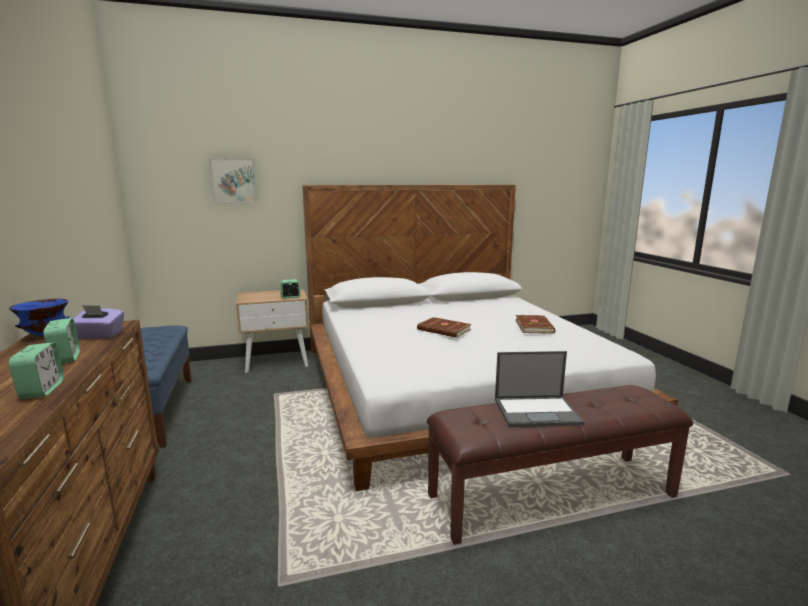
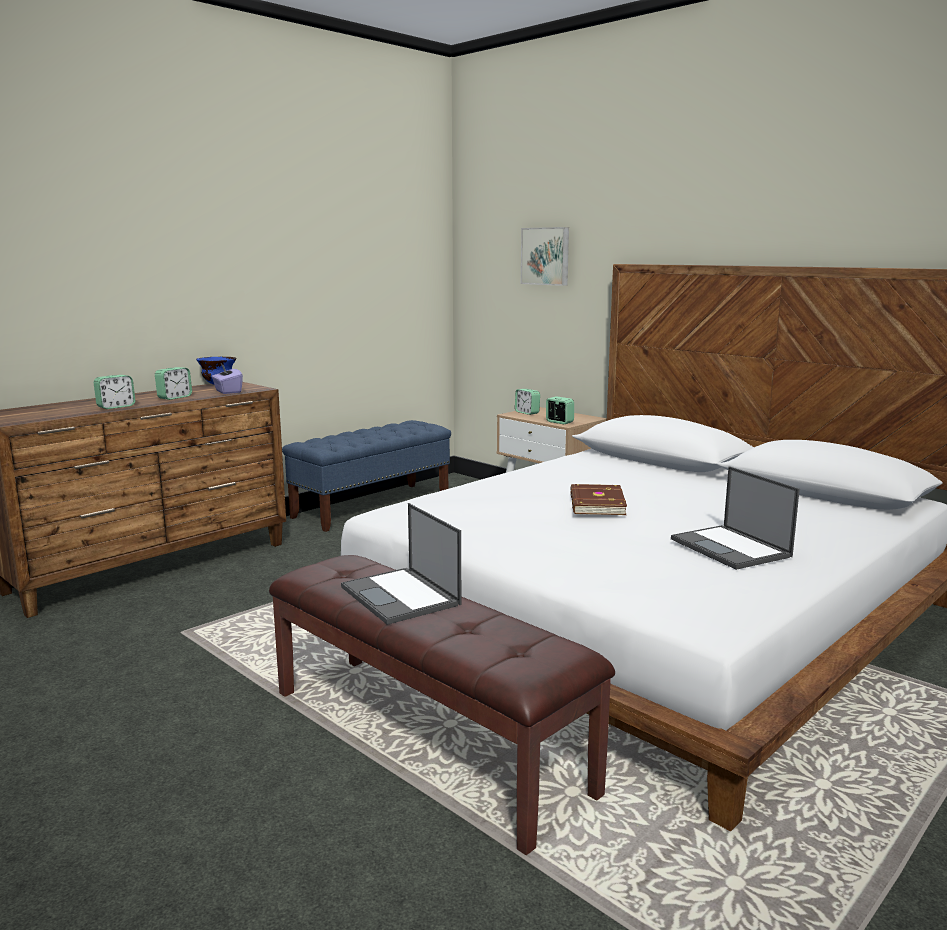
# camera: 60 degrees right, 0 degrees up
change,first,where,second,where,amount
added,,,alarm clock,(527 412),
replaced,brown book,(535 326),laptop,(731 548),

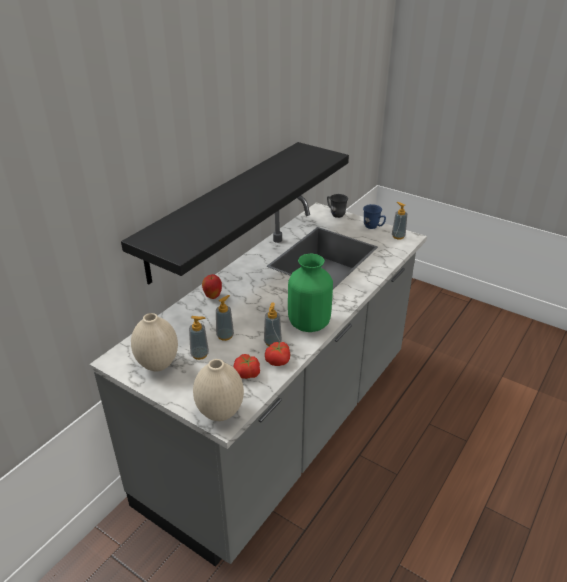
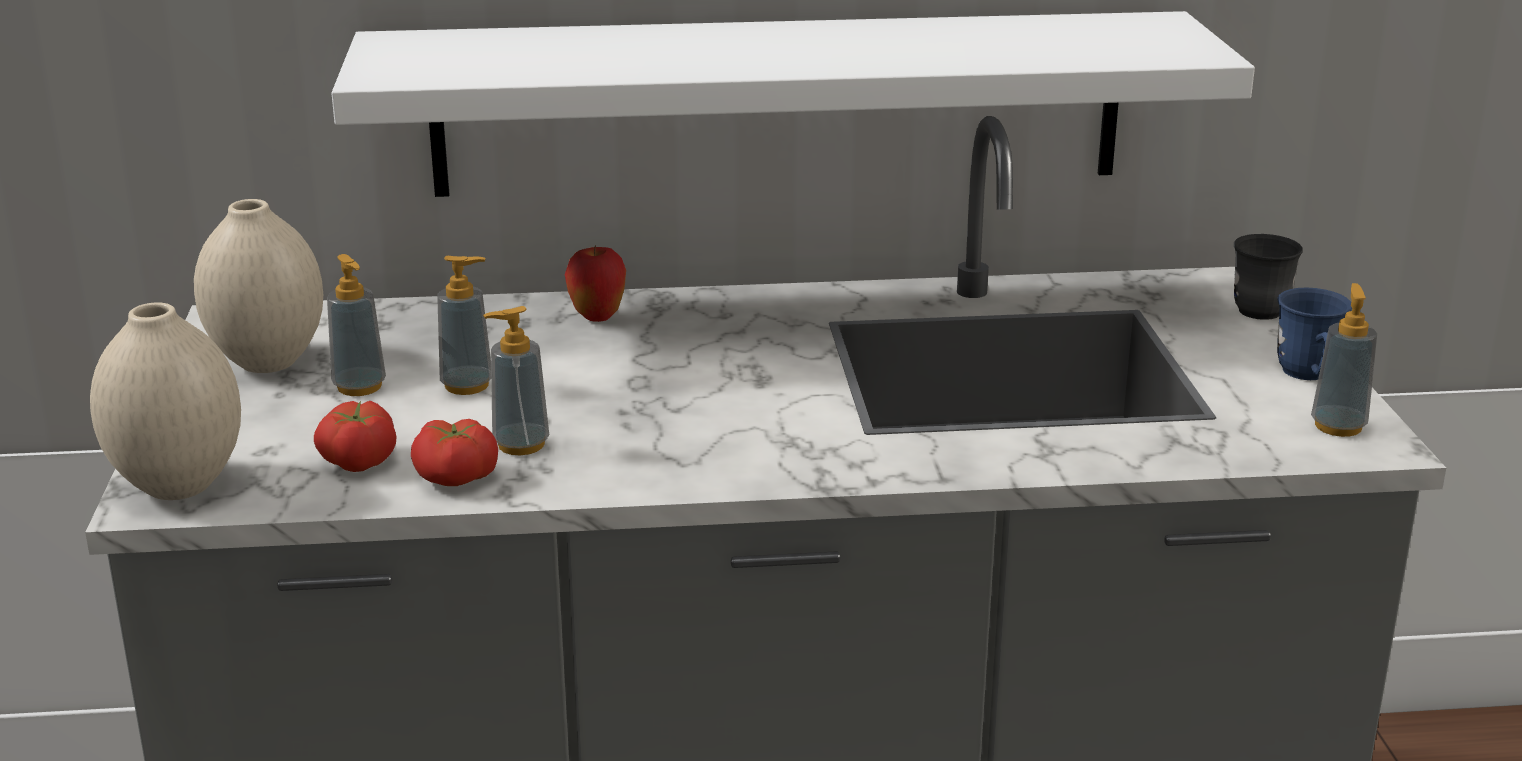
# camera: 50 degrees right, 10 degrees down
change,first,where,second,where,amount
recoloured,black shelf,(224 208),white shelf,(778 103),
removed,green vase,(310 324),,,

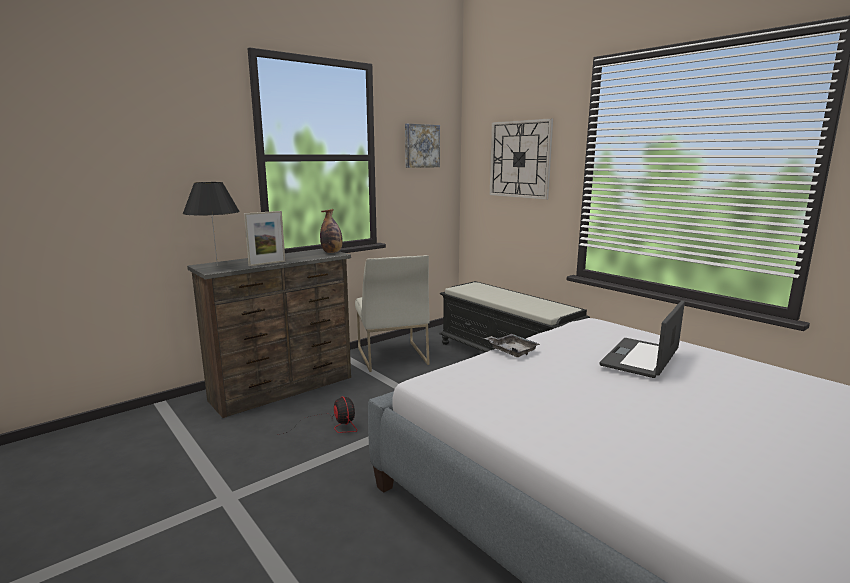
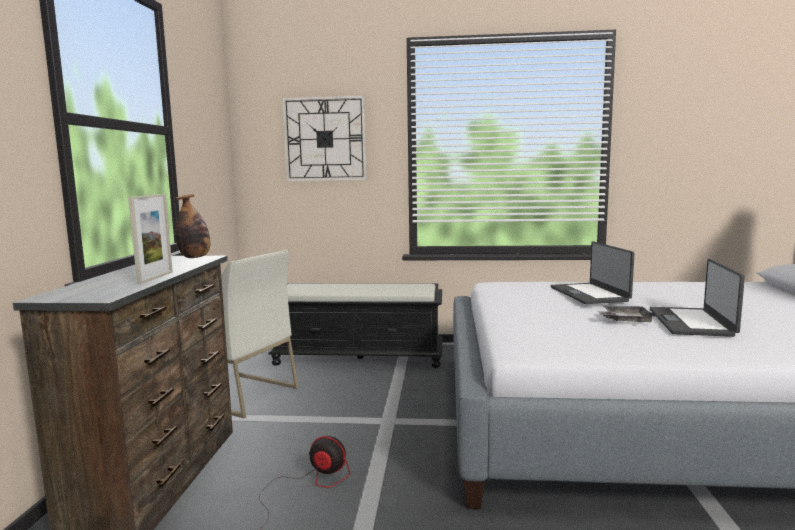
# camera: 45 degrees left, 5 degrees down
change,first,where,second,where,amount
moved,grey tray,(511 351),,(625 320),
added,,,laptop,(692 322),
removed,black table lamp,(217 266),,,
removed,picture,(421 146),,,

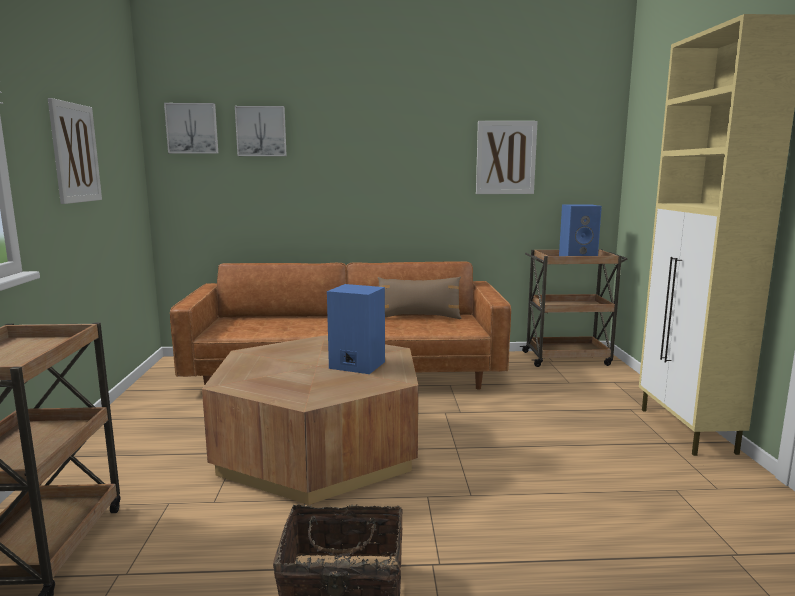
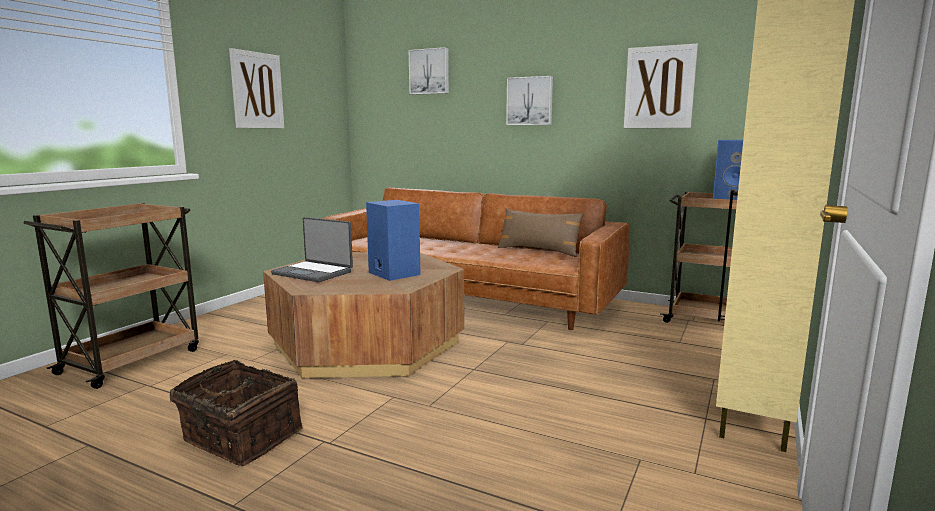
# camera: 30 degrees right, 0 degrees up
change,first,where,second,where,amount
added,,,laptop,(313 272),
moved,picture,(192 128),,(530 101),

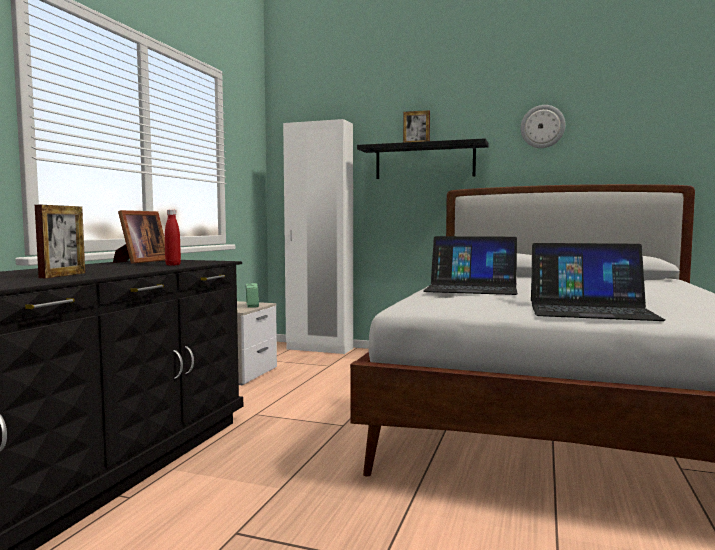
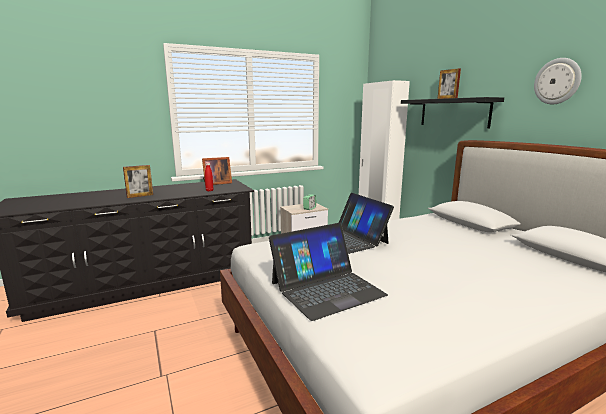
# camera: 45 degrees right, 10 degrees up
change,first,where,second,where,amount
turned,laptop,(590 310),,(326 288),90 degrees counterclockwise

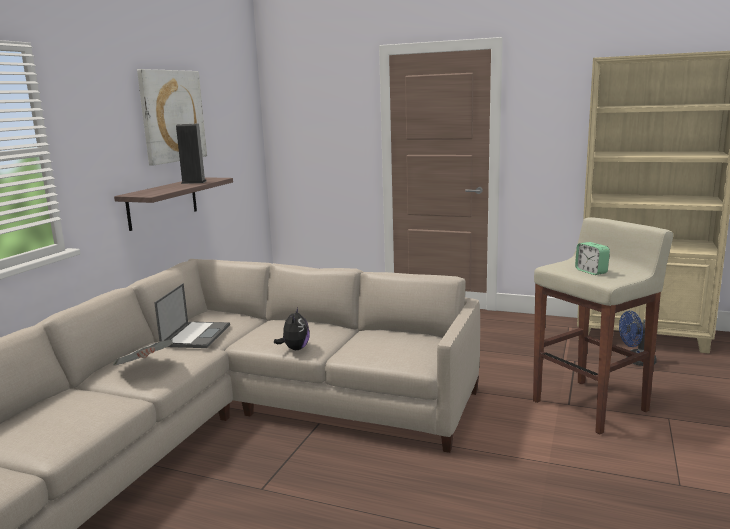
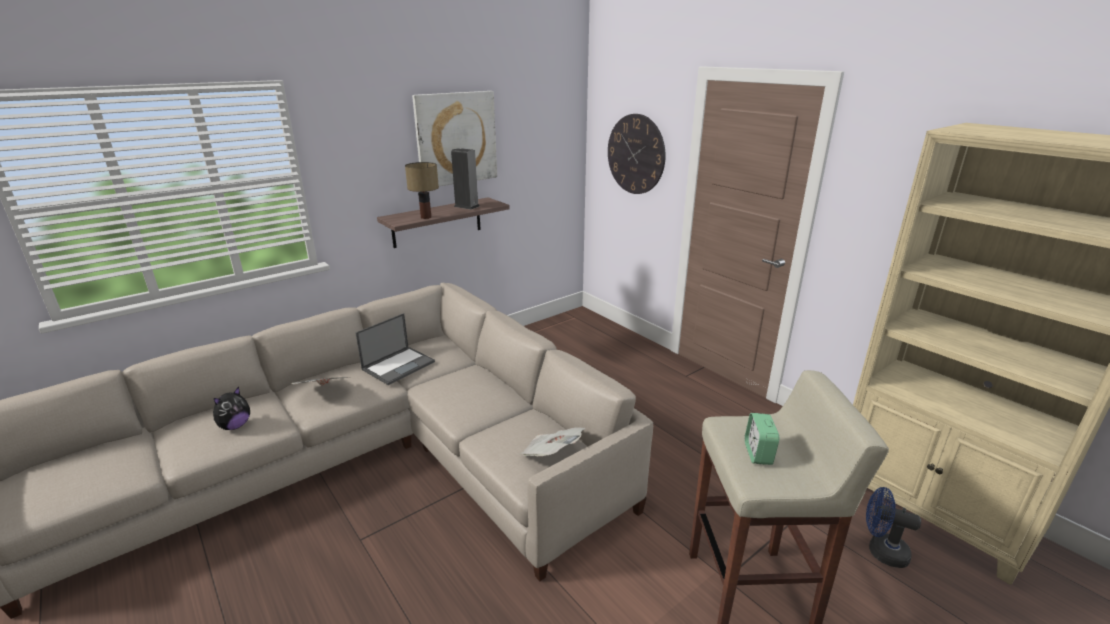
# camera: 30 degrees right, 10 degrees up
change,first,where,second,where,amount
moved,plush toy,(295 349),,(235 426),
added,,,table lamp,(426 217),
added,,,newspaper,(551 455),
added,,,wall clock,(636 154),

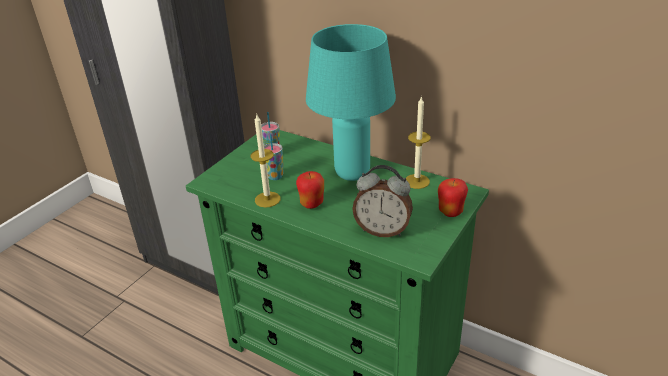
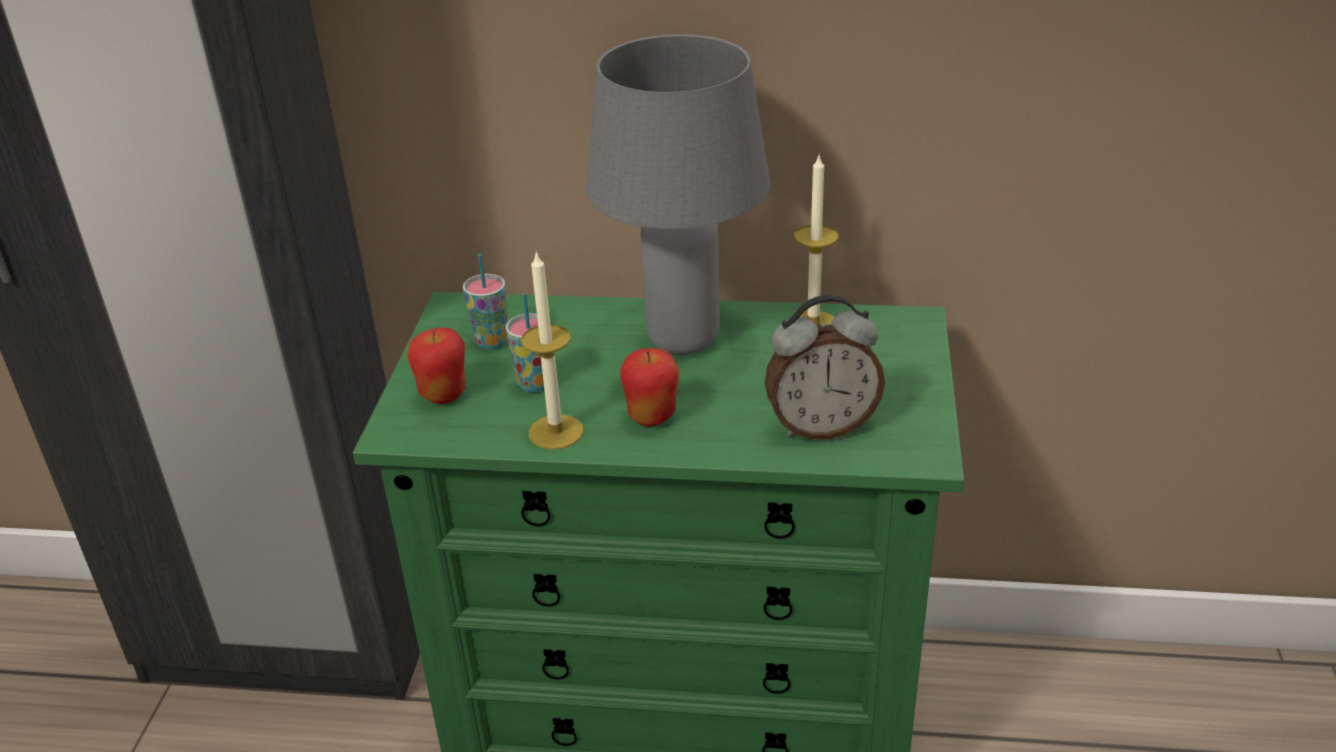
# camera: 25 degrees left, 0 degrees up
change,first,where,second,where,amount
moved,apple,(450 212),,(443 395),
recoloured,turquoise table lamp,(351 173),grey table lamp,(681 341),

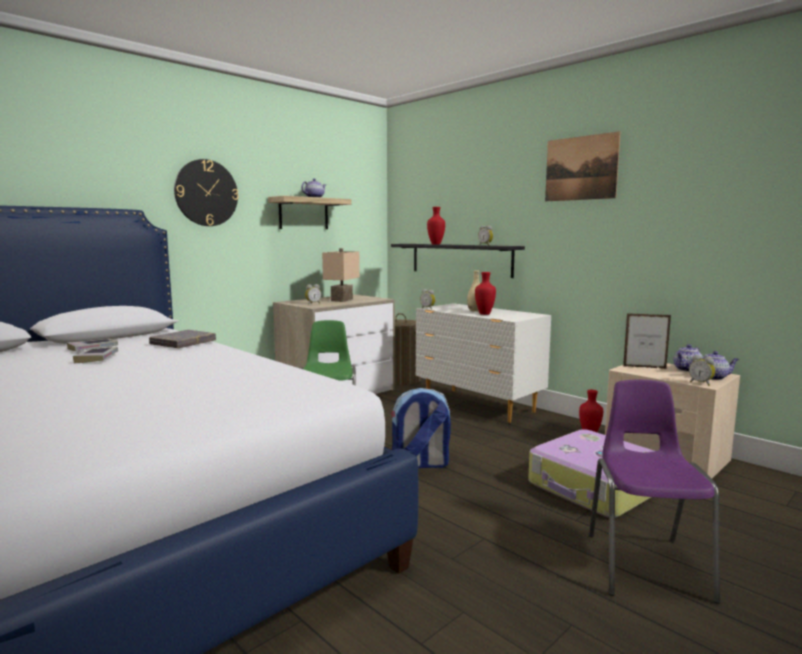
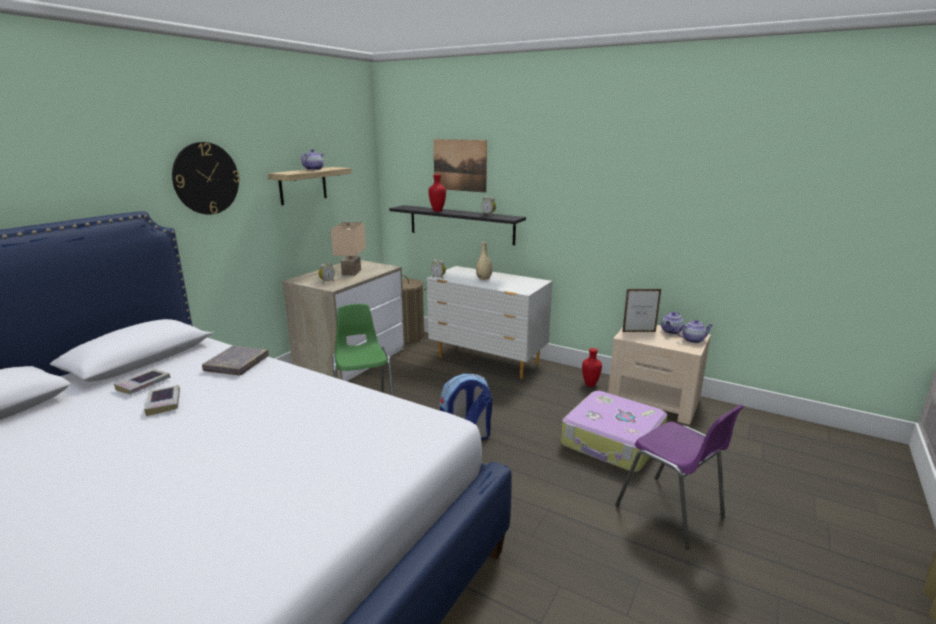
# camera: 15 degrees left, 10 degrees up
change,first,where,second,where,amount
moved,picture,(581 168),,(459 165),
turned,purple chair,(645 564),,(671 512),150 degrees clockwise
removed,red vase,(485 314),,,
removed,alarm clock,(701 383),,,

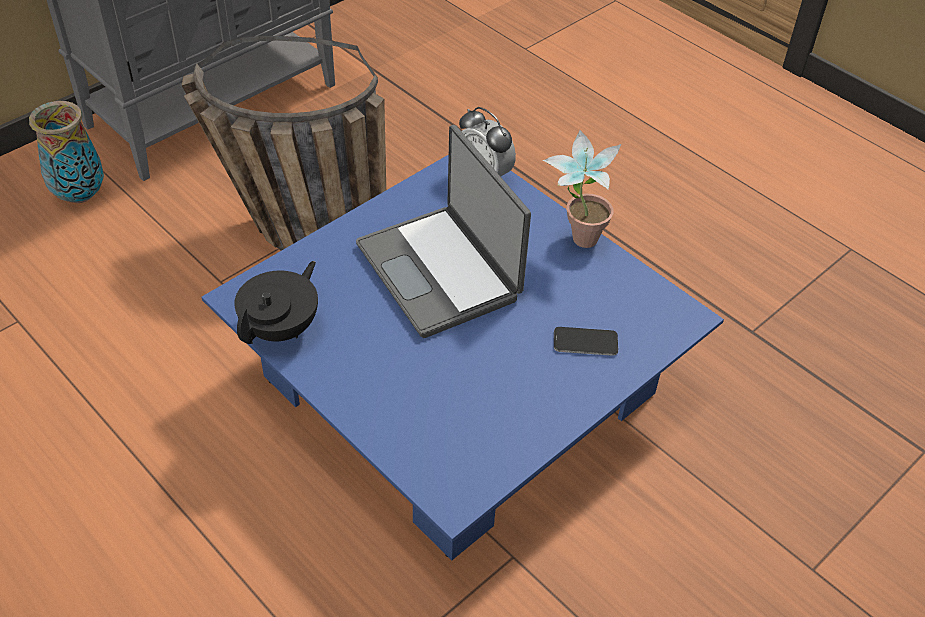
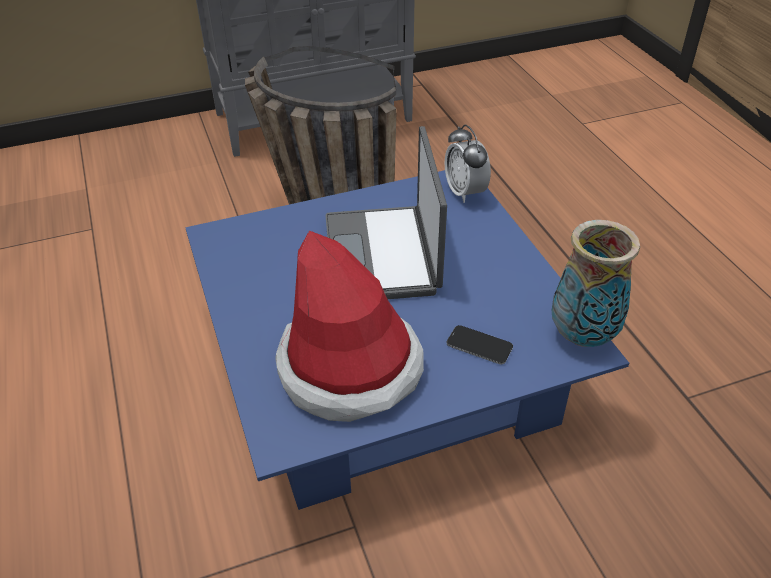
# camera: 25 degrees right, 5 degrees down
change,first,where,second,where,amount
added,,,hat,(350 367),
moved,vase,(79 196),,(582 336),
removed,black teapot,(282 328),,,
removed,potted plant,(575 240),,,

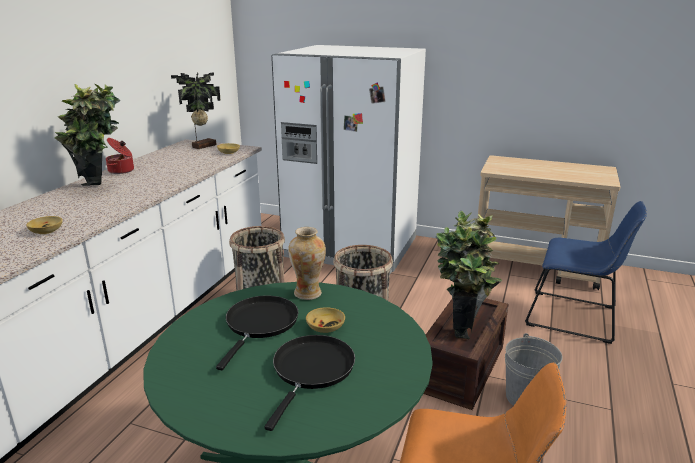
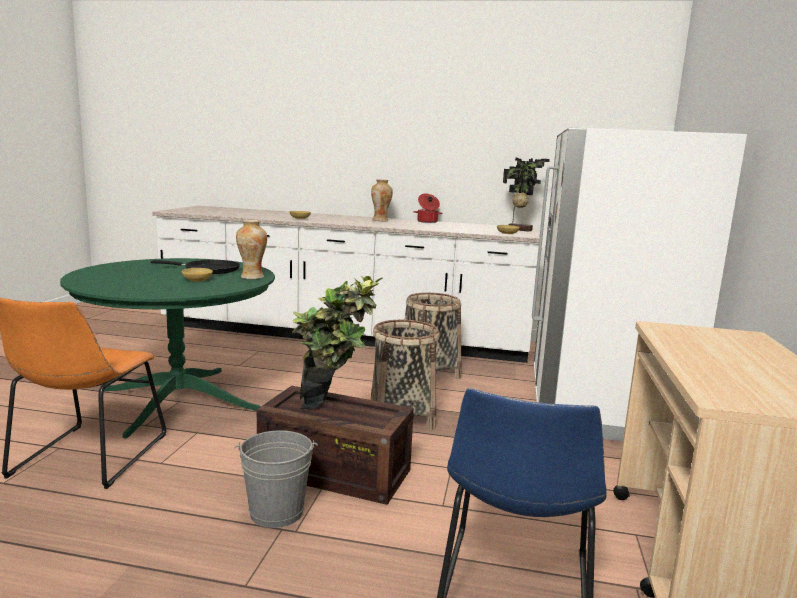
# camera: 80 degrees right, 10 degrees down
change,first,where,second,where,amount
replaced,potted plant,(100 189),vase,(380 220),
removed,black frying pan,(311 370),,,

